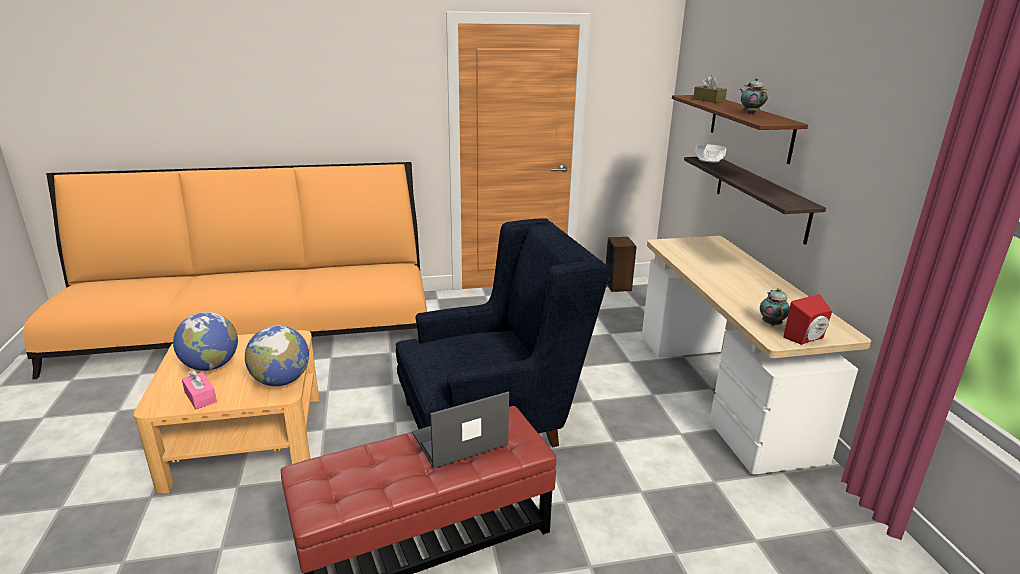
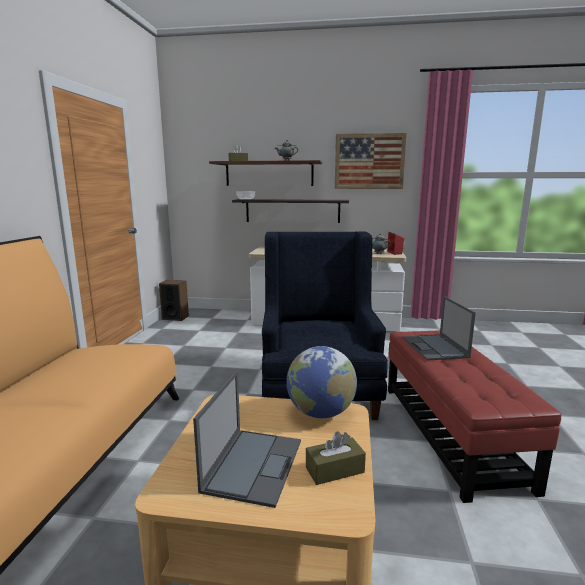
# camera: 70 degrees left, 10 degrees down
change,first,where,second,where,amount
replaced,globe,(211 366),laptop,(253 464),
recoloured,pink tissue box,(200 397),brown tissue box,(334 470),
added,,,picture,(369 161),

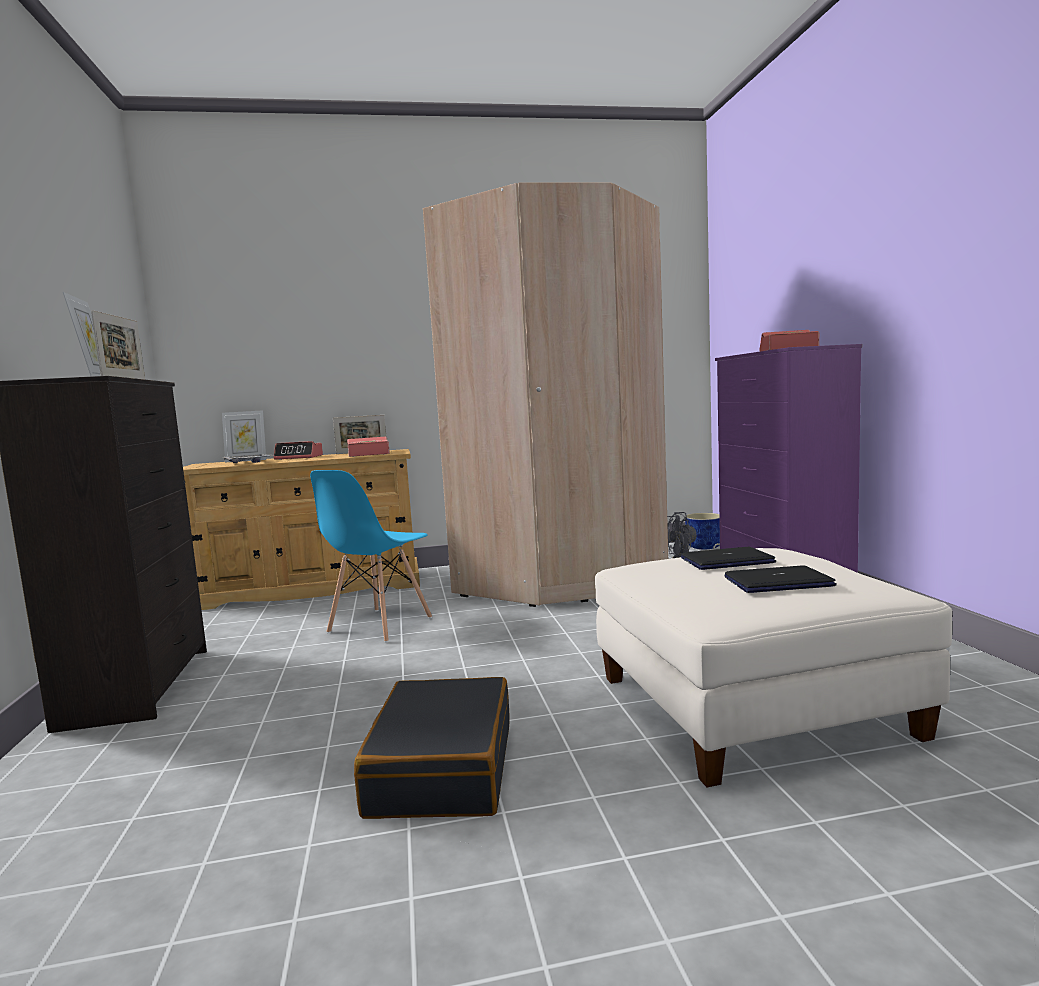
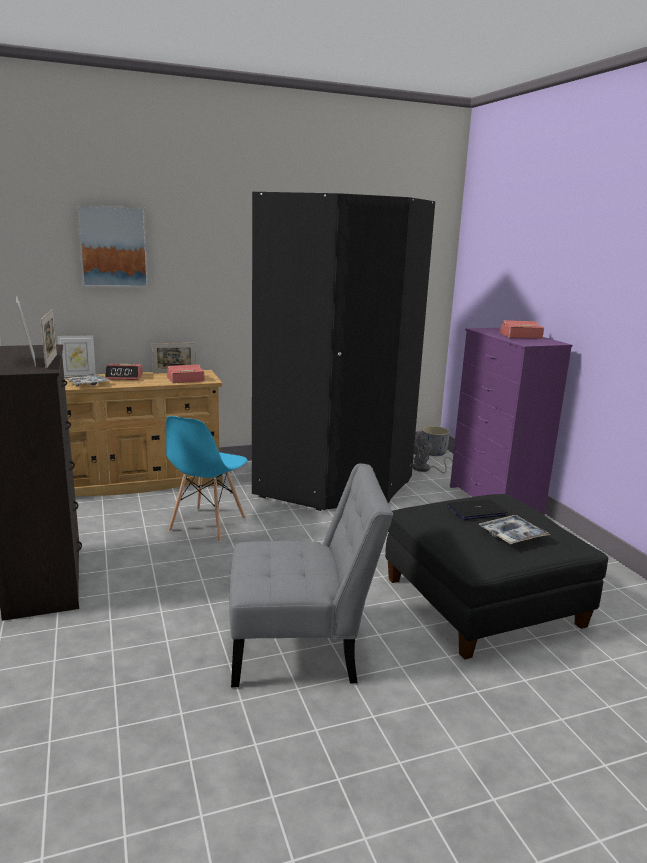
# camera: 10 degrees left, 10 degrees up
change,first,where,second,where,amount
added,,,picture,(113 247),
replaced,black suitcase,(441 768),grey chair,(302 648),
recoloured,beige wardrobe,(562 581),black wardrobe,(333 484),
recoloured,white ottoman,(751 706),black ottoman,(483 602),
recoloured,blue planter,(704 547),grey planter,(434 453),
replaced,laptop,(778 582),tray,(512 535),

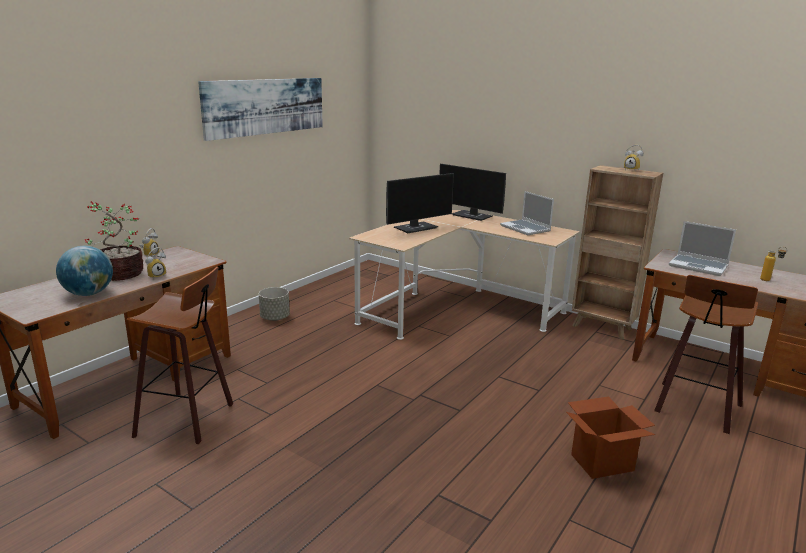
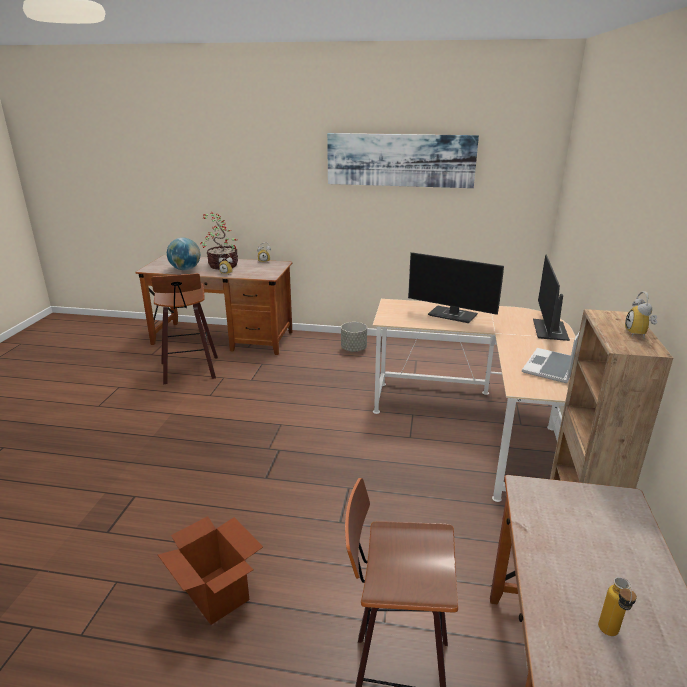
# camera: 65 degrees right, 5 degrees up
change,first,where,second,where,amount
removed,laptop,(699 266),,,

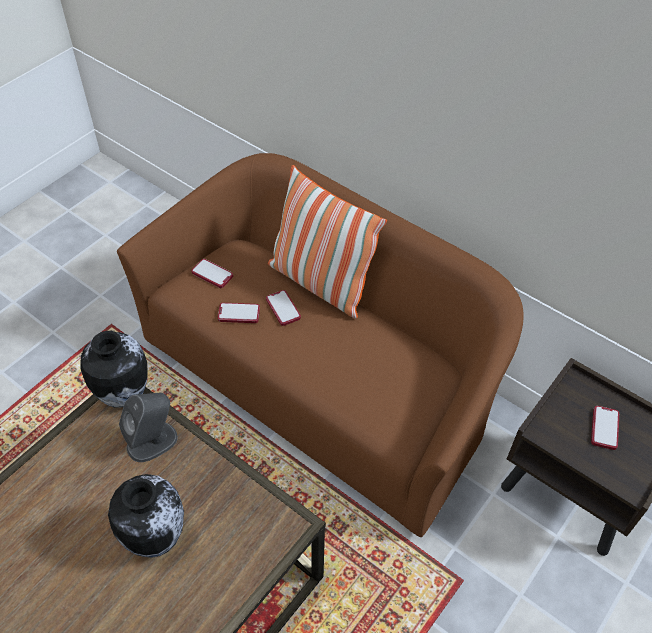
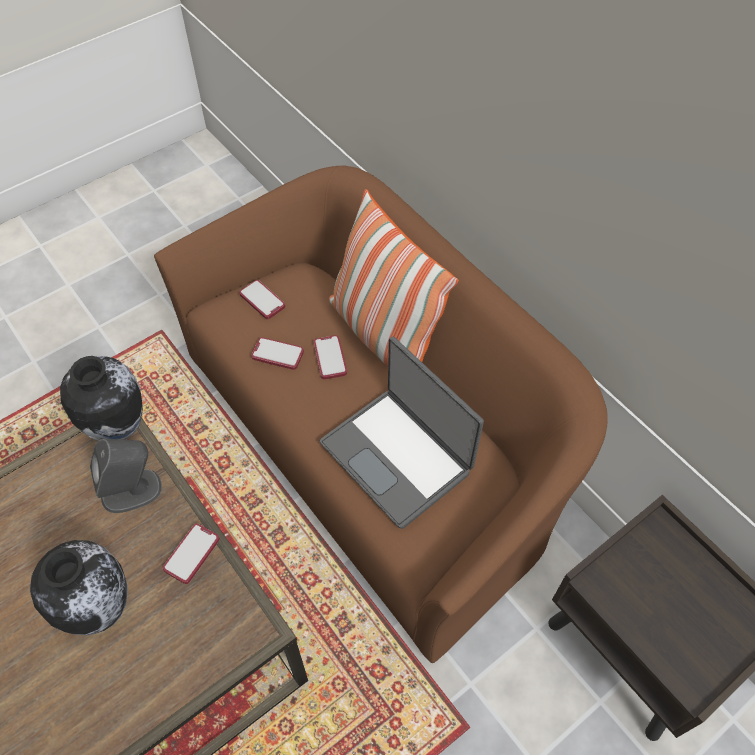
# camera: 15 degrees right, 5 degrees up
change,first,where,second,where,amount
moved,phone,(604 428),,(192 554),
added,,,laptop,(398 456),

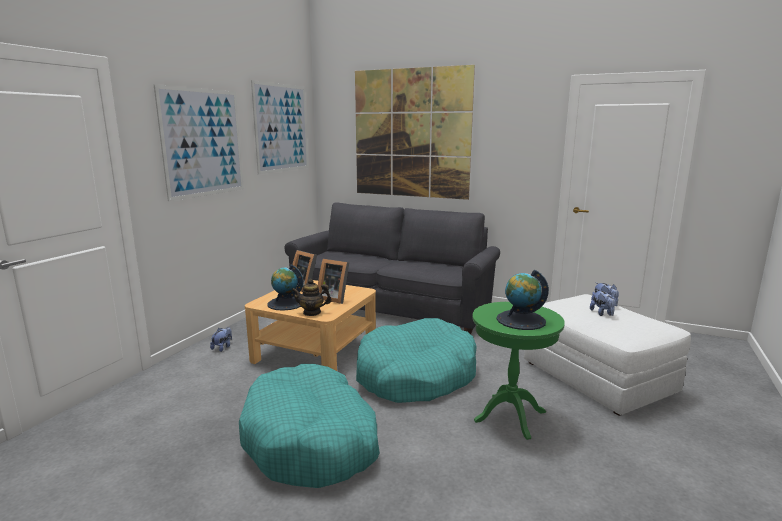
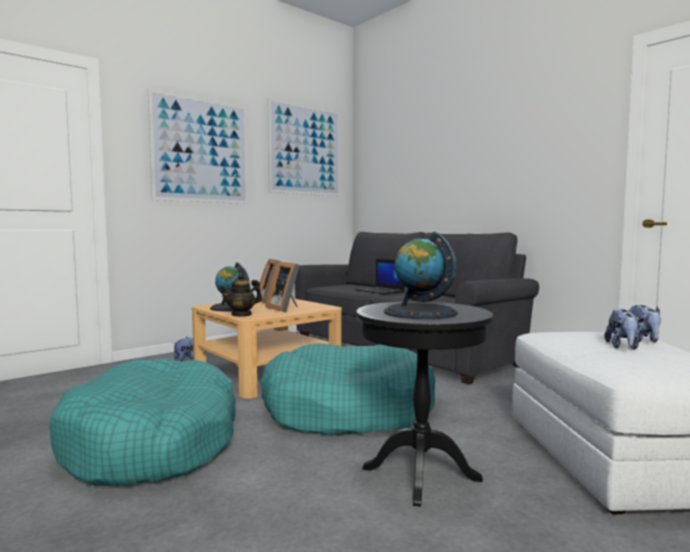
# camera: 25 degrees right, 10 degrees down
change,first,where,second,where,amount
turned,teapot,(312 312),,(242 314),60 degrees counterclockwise
added,,,laptop,(380 291),
recoloured,green side table,(510 416),black side table,(421 474),
removed,picture,(411 134),,,

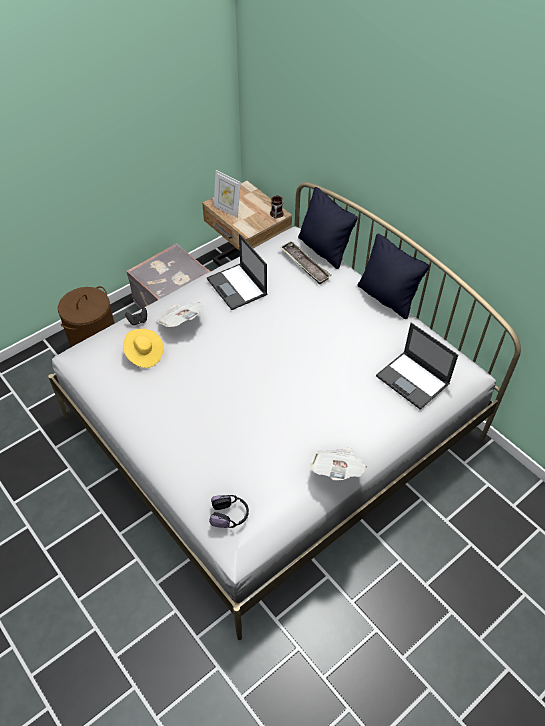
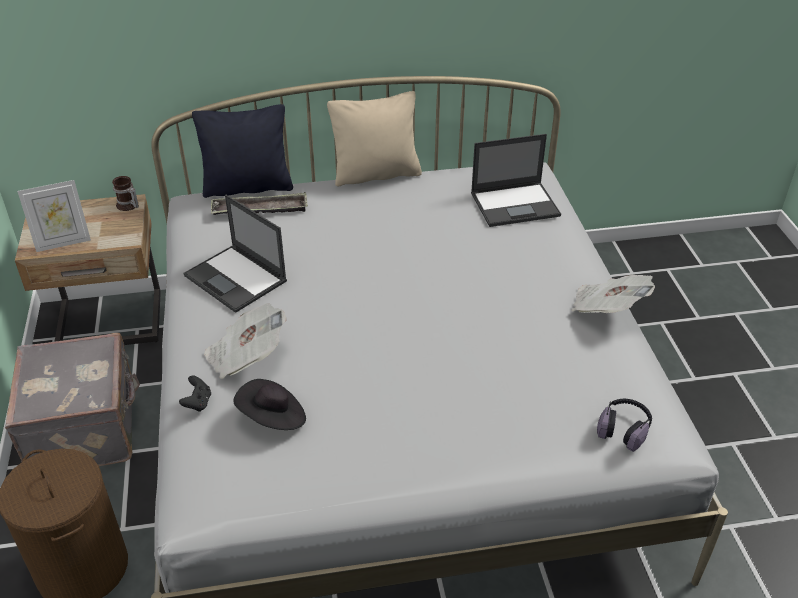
# camera: 60 degrees left, 10 degrees down
change,first,where,second,where,amount
turned,laptop,(237 287),,(236 279),45 degrees clockwise
recoloured,yellow hat,(144 354),black hat,(273 418),
recoloured,black pillow,(387 298),beige pillow,(376 174),

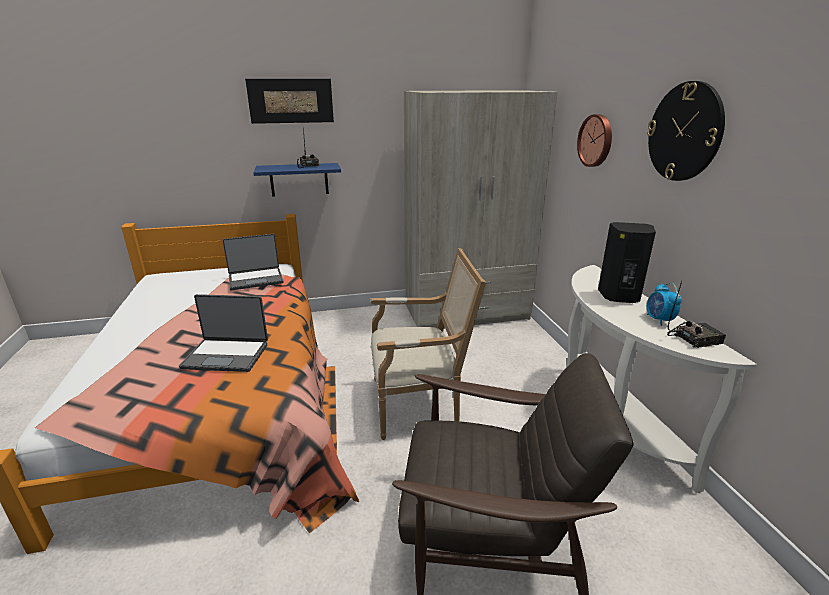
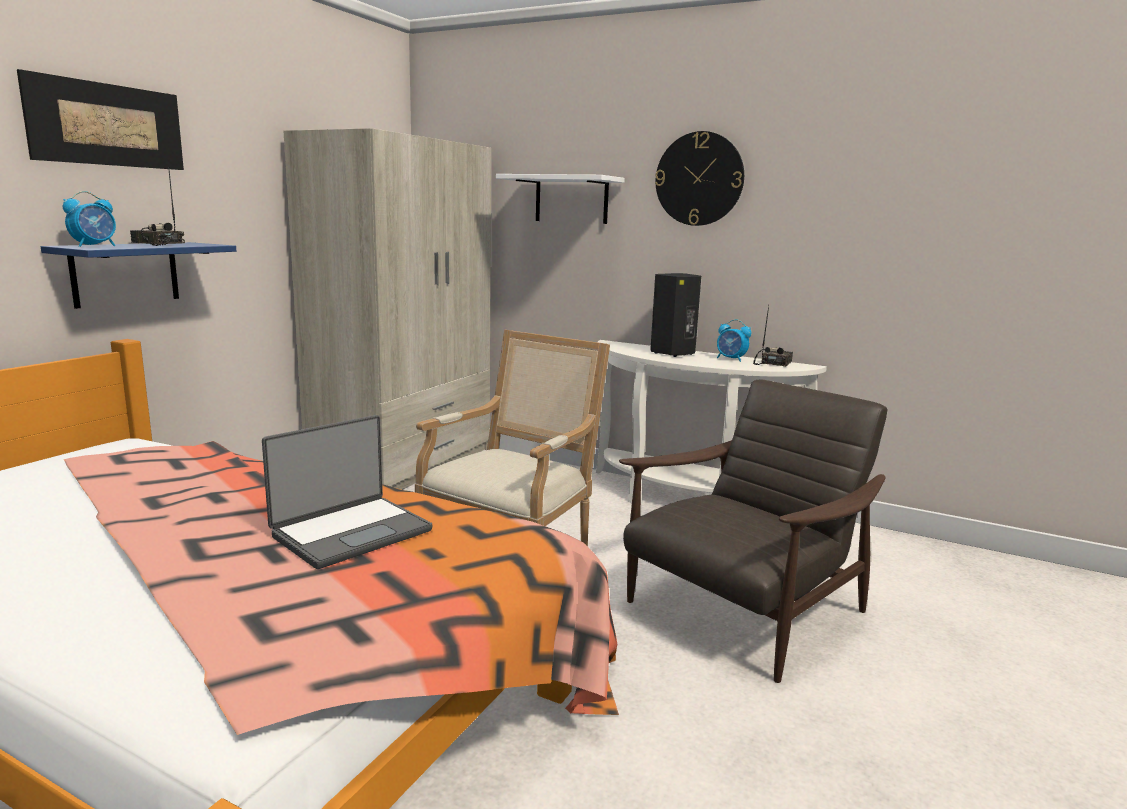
# camera: 50 degrees left, 10 degrees down
change,first,where,second,where,amount
added,,,alarm clock,(95 246),
replaced,wall clock,(596 140),white shelf,(571 200),
removed,laptop,(256 279),,,

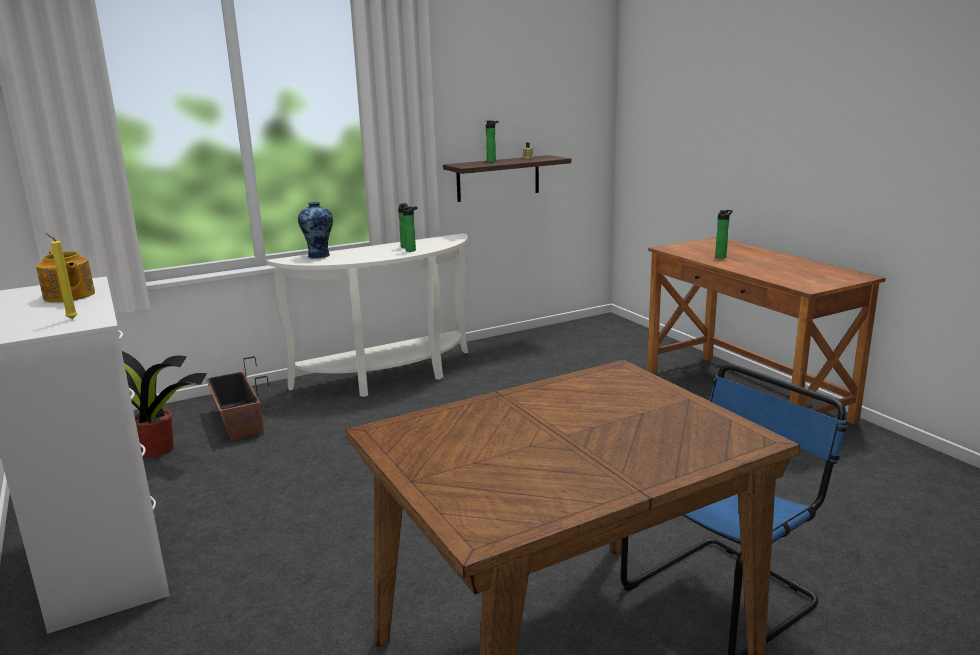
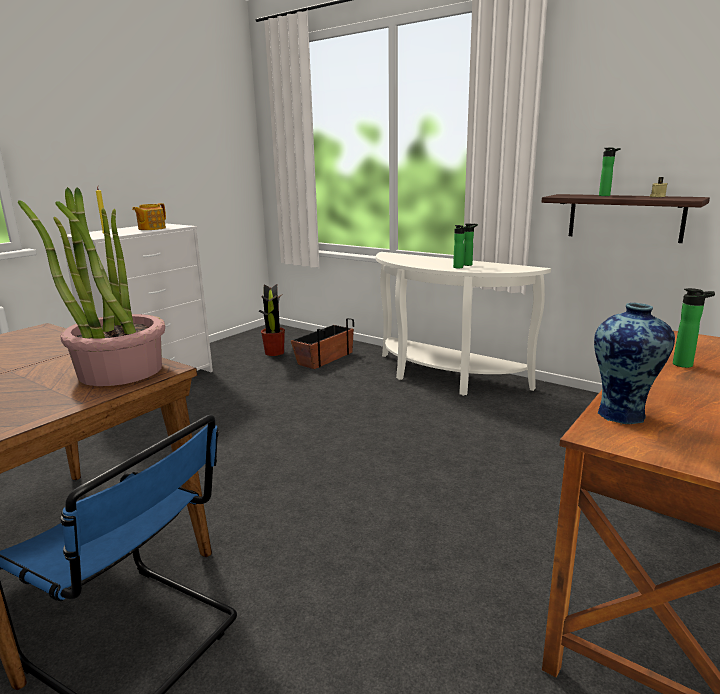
# camera: 65 degrees right, 0 degrees up
change,first,where,second,where,amount
added,,,potted plant,(119 371),
moved,vase,(319 256),,(623 414),

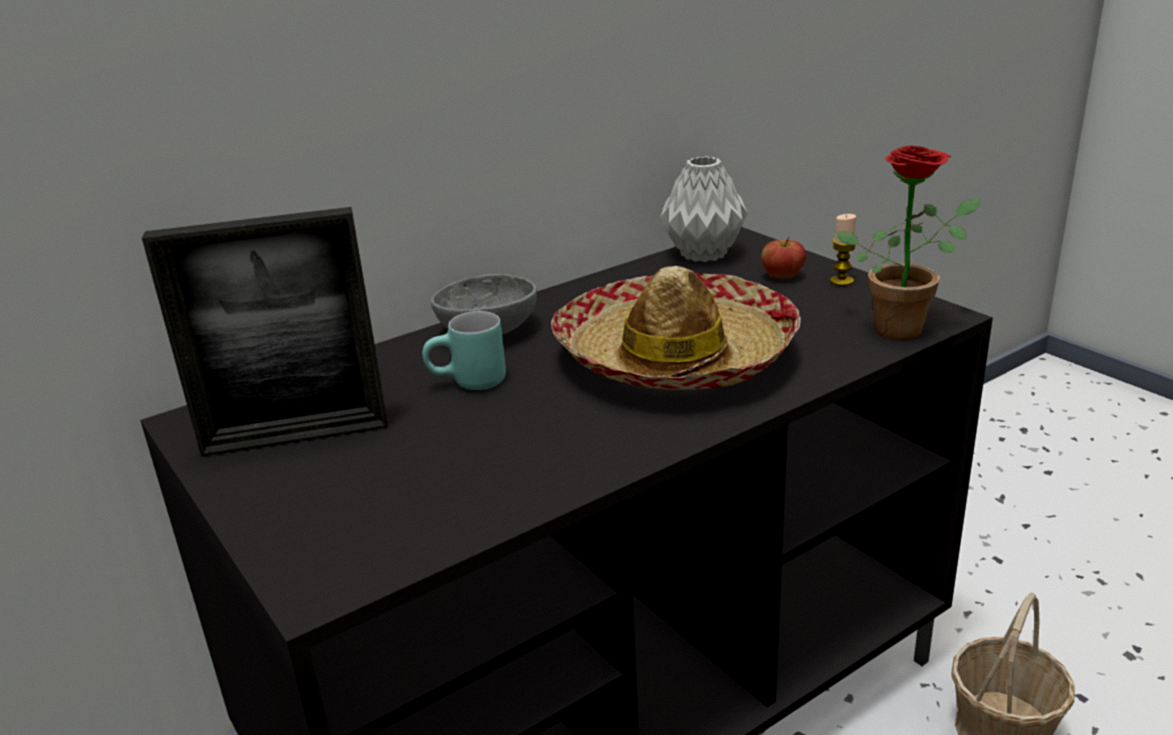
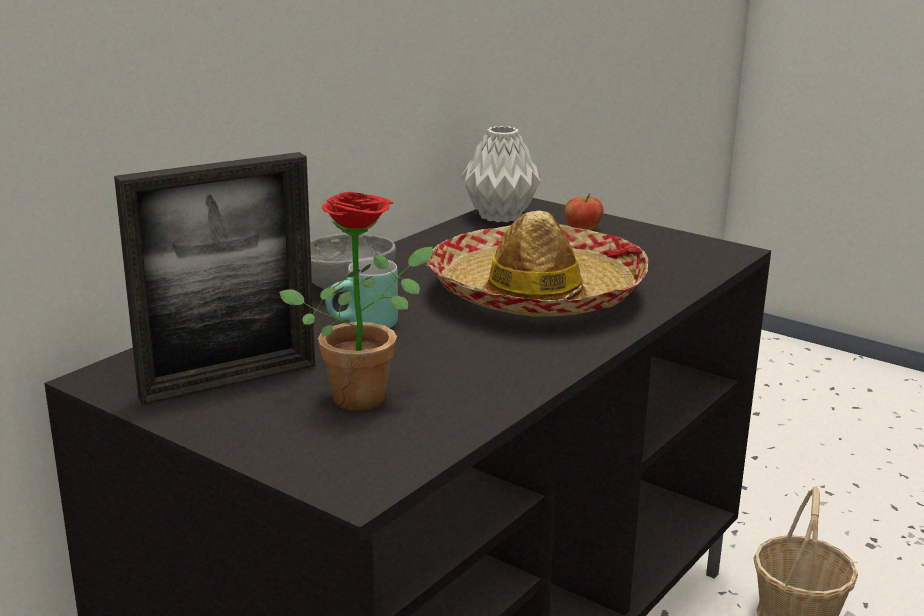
# camera: 20 degrees left, 5 degrees down
change,first,where,second,where,amount
moved,potted plant,(905 327),,(366 394),
removed,candle,(841 281),,,

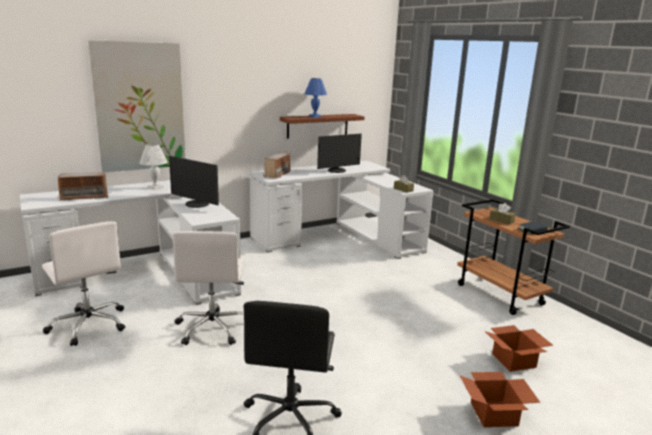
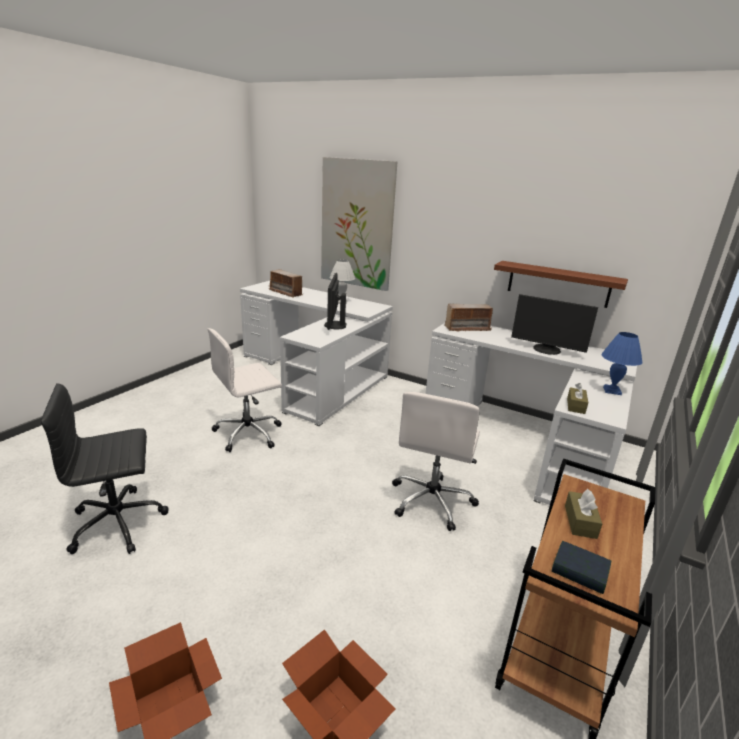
# camera: 60 degrees right, 5 degrees up
change,first,where,second,where,amount
moved,white office chair,(88 325),,(432 501),
moved,blue table lamp,(314 116),,(611 391),

